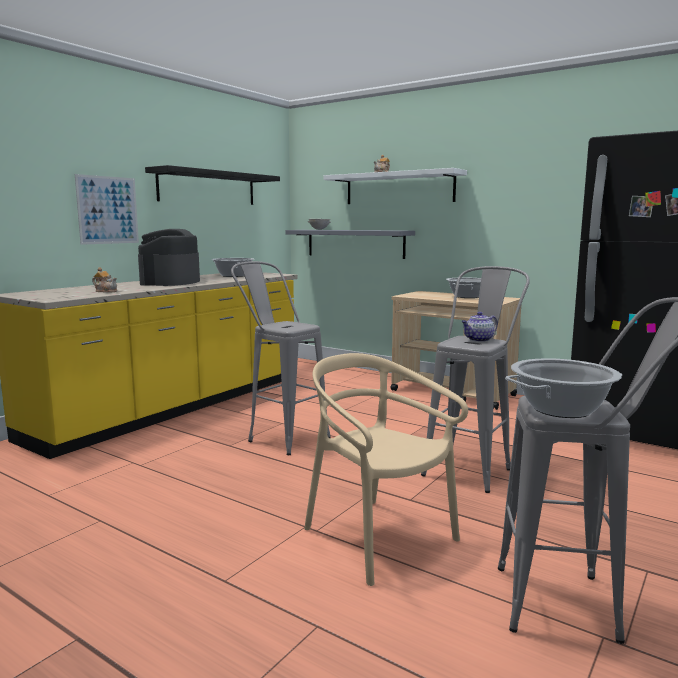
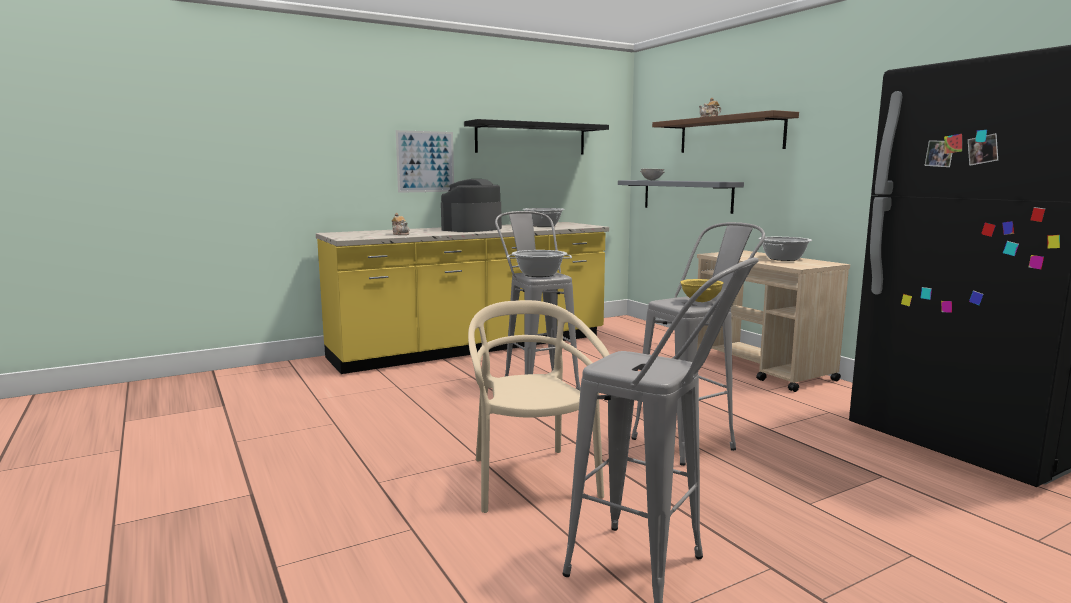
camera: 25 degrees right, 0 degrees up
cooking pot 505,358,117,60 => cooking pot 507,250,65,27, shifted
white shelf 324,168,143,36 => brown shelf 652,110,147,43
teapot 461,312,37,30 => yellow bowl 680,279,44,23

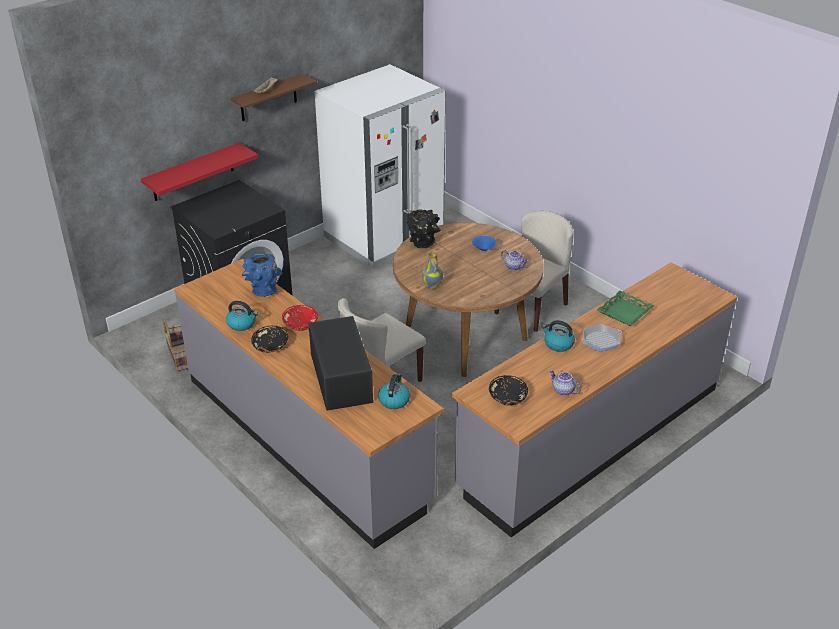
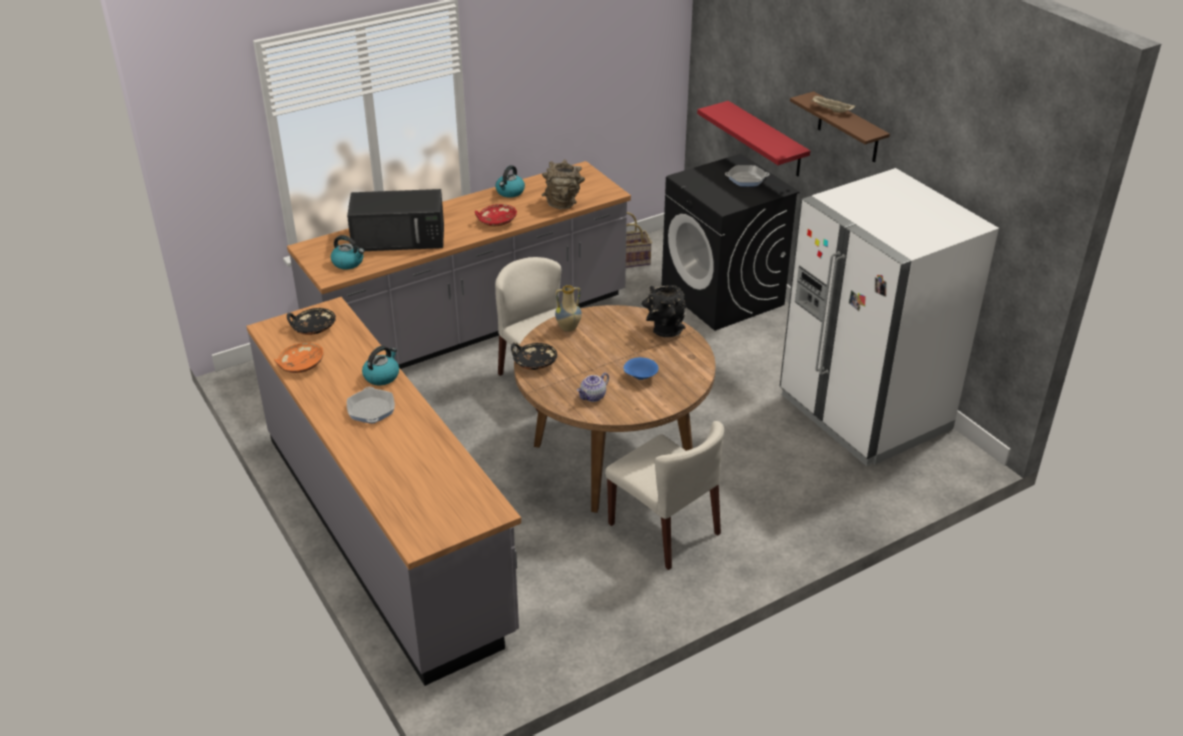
camera: 100 degrees right, 0 degrees up
teapot 549,370,32,26 => orange bowl 274,342,49,31
black bowl 251,325,37,28 => black bowl 511,342,46,28, shifted
blue vase 242,252,40,45 => brown vase 542,159,43,50
nothing => frying pan 725,165,44,22
green tray 597,290,58,36 => nothing

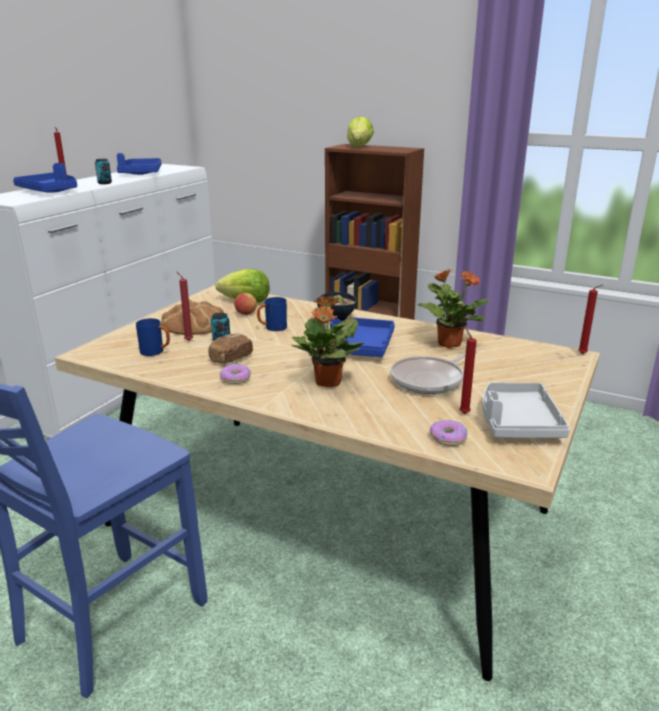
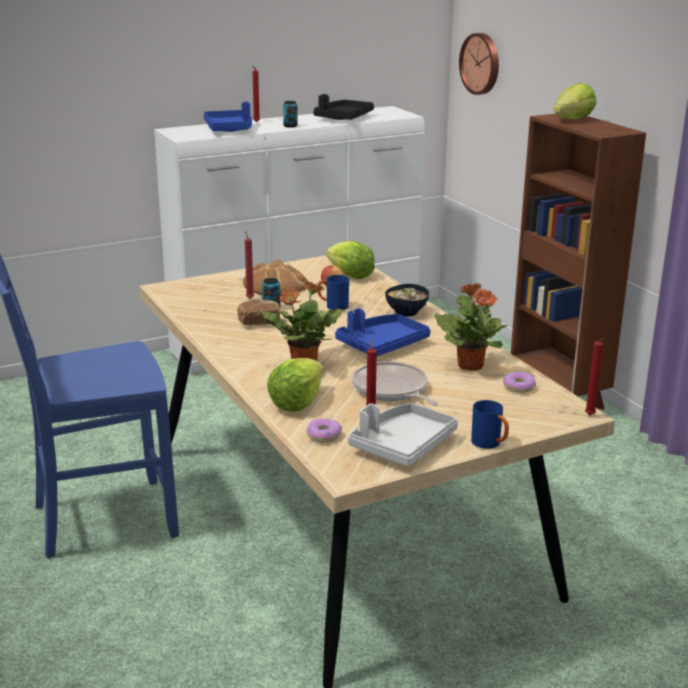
camera: 35 degrees right, 0 degrees up
nothing => lettuce 267,358,57,54
blue tray 117,153,44,22 => black tray 313,94,61,26
frying pan 390,351,87,43 => frying pan 352,361,87,45, 60 degrees clockwise
nothing => wall clock 459,33,40,62
blue mug 136,318,34,38 => blue mug 471,400,38,49, shifted
donut 220,364,31,20 => donut 503,371,33,22, shifted

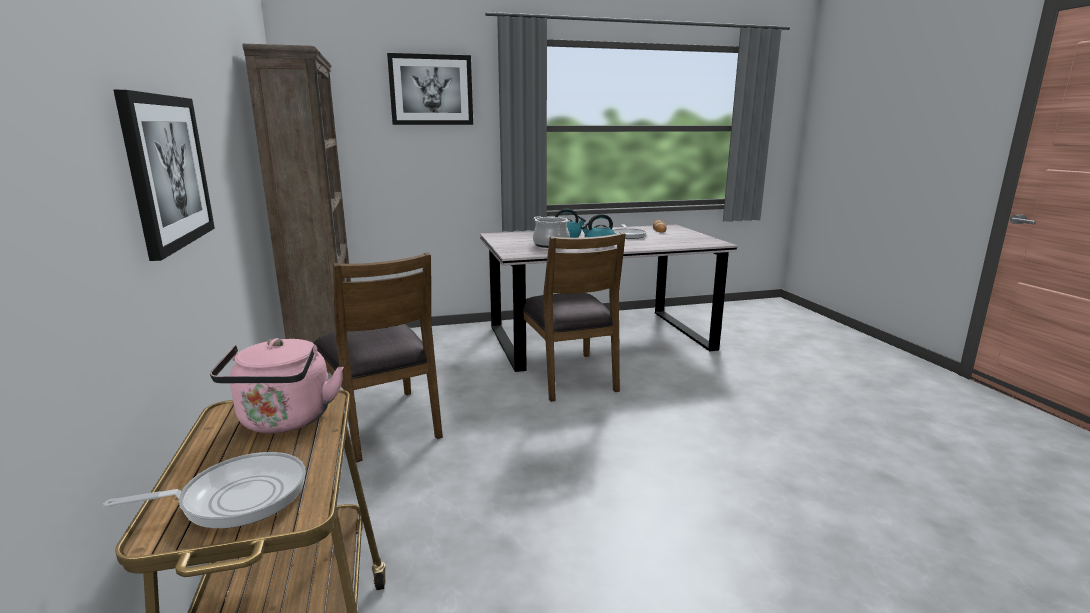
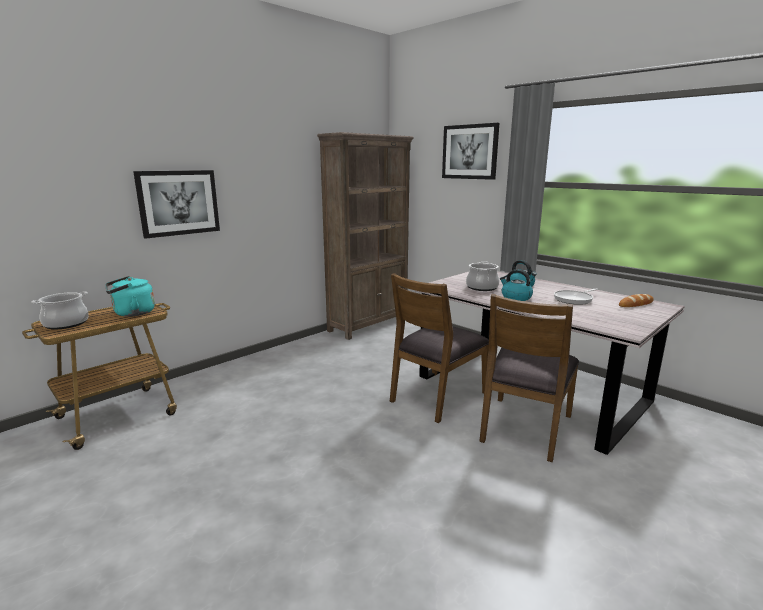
camera: 60 degrees right, 0 degrees up
frying pan 103,452,203,76 => cooking pot 32,291,57,38
pink kettle 210,338,134,95 => turquoise kettle 106,276,49,41
brown chair 314,253,129,210 => brown chair 479,294,100,168, shifted

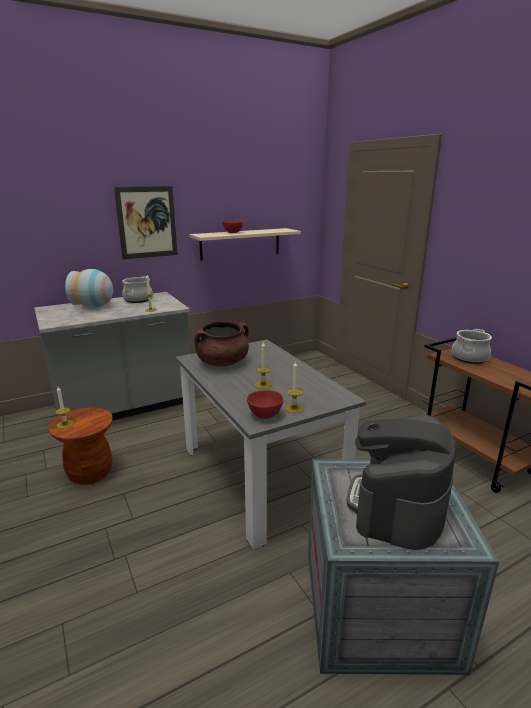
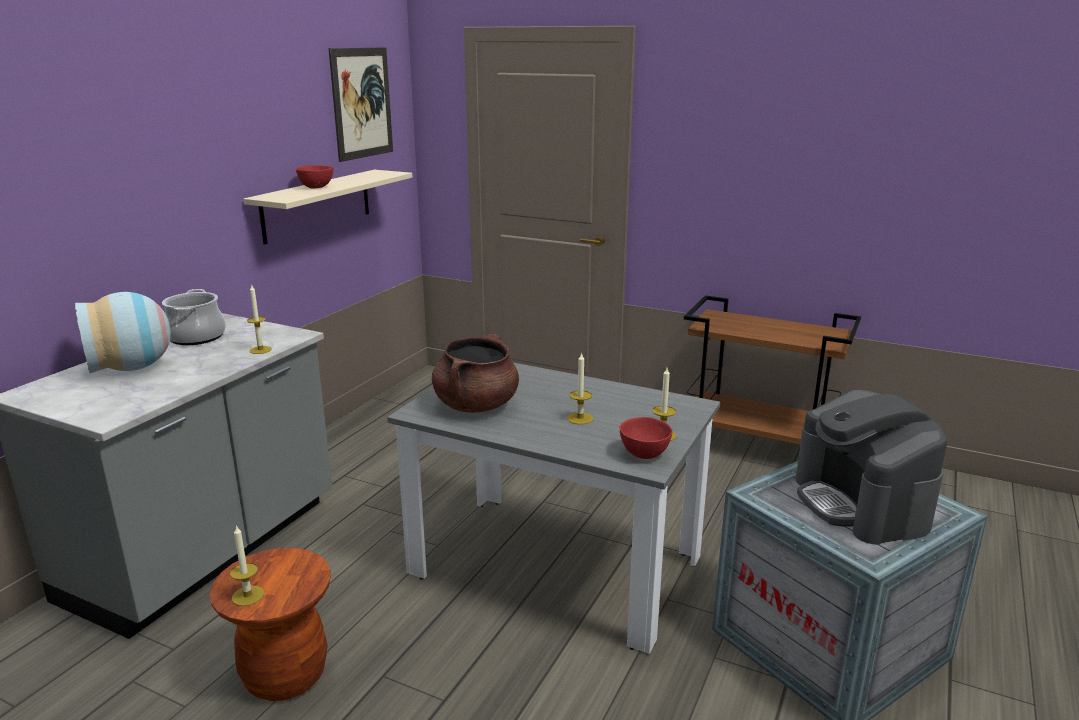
camera: 35 degrees left, 0 degrees up
picture 114,186,64,73 => picture 329,47,64,115, shifted
cooking pot 452,329,40,35 => nothing

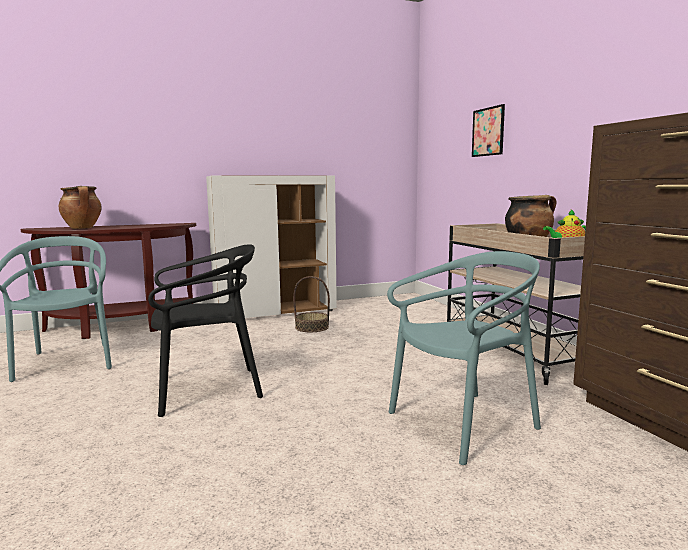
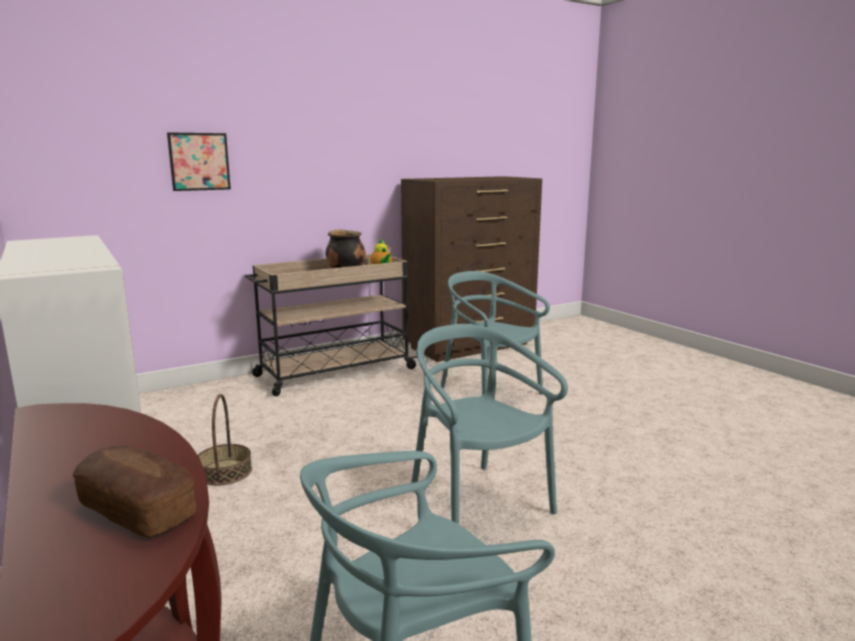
camera: 100 degrees left, 5 degrees up
cooking pot 59,186,43,43 => bread 73,445,123,93
black chair 148,244,115,173 => turquoise chair 411,324,157,200

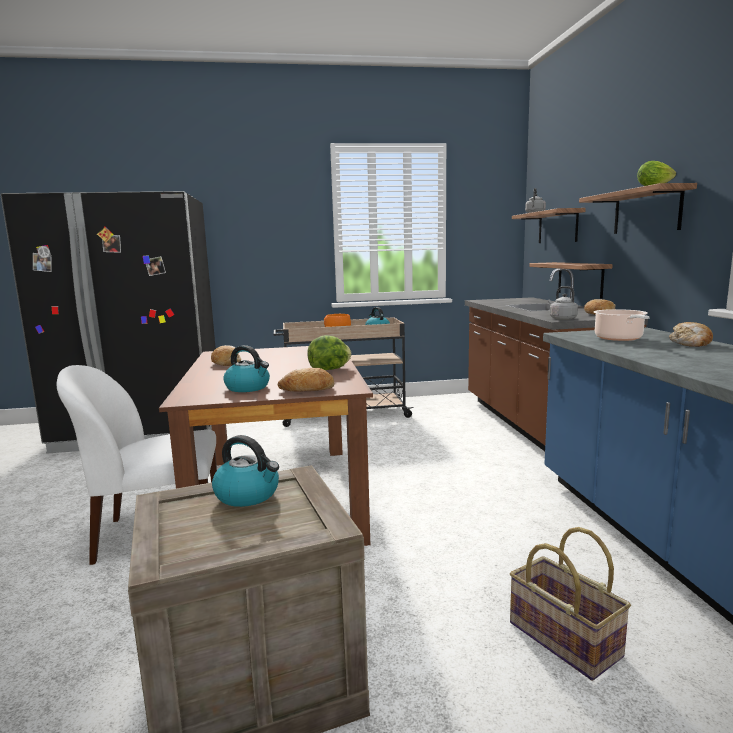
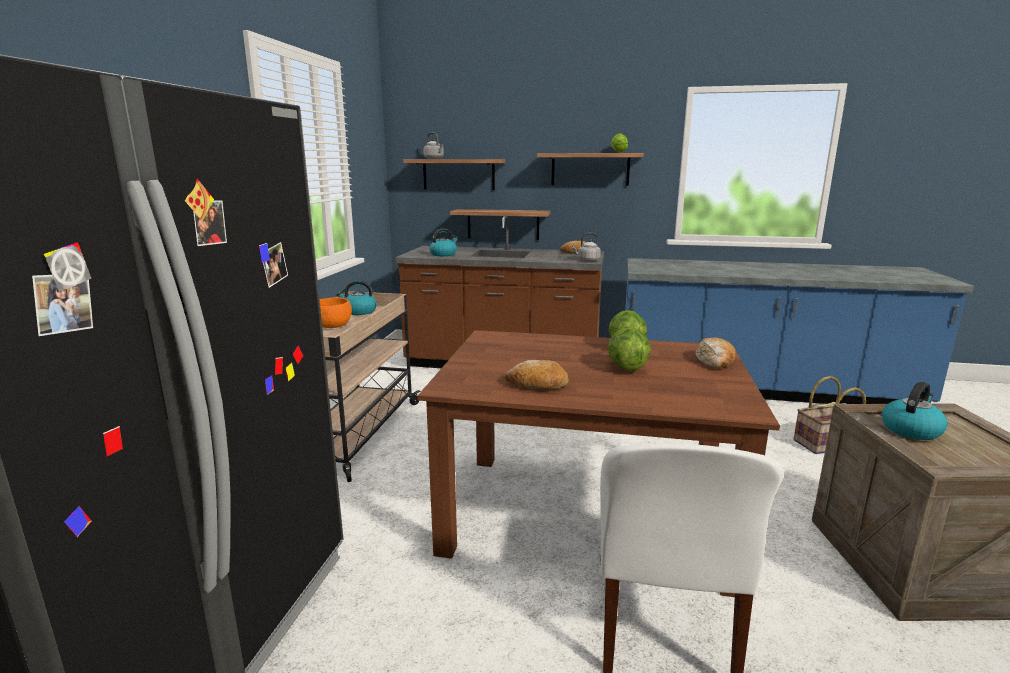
camera: 70 degrees left, 5 degrees up
kettle 223,345,47,47 => kettle 429,228,29,28, shifted
nothing => lettuce 608,327,43,45
cooking pot 594,309,56,32 => nothing
bread 669,322,44,25 => nothing

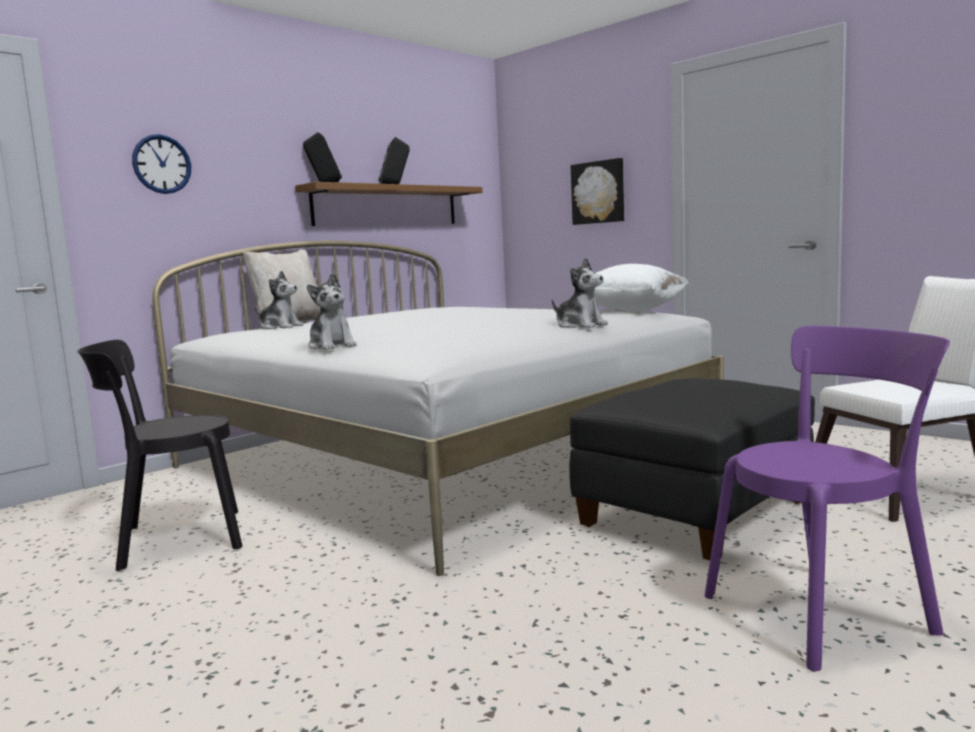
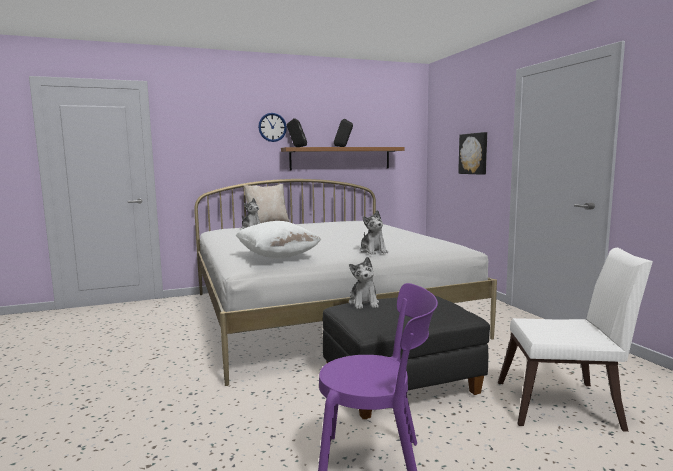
camera: 25 degrees right, 0 degrees up
white pillow 573,264,116,47 => white pillow 236,221,85,37, shifted
wall clock 132,134,59,60 => wall clock 258,113,29,29, shifted
plush toy 307,273,50,77 => plush toy 349,257,30,52, shifted
black chair 77,340,165,231 => nothing

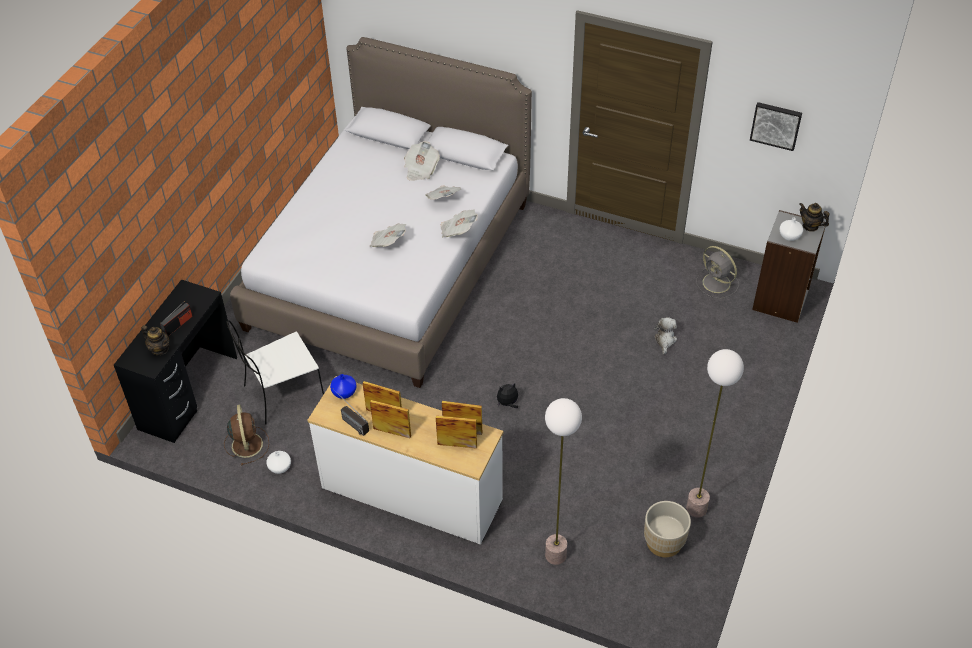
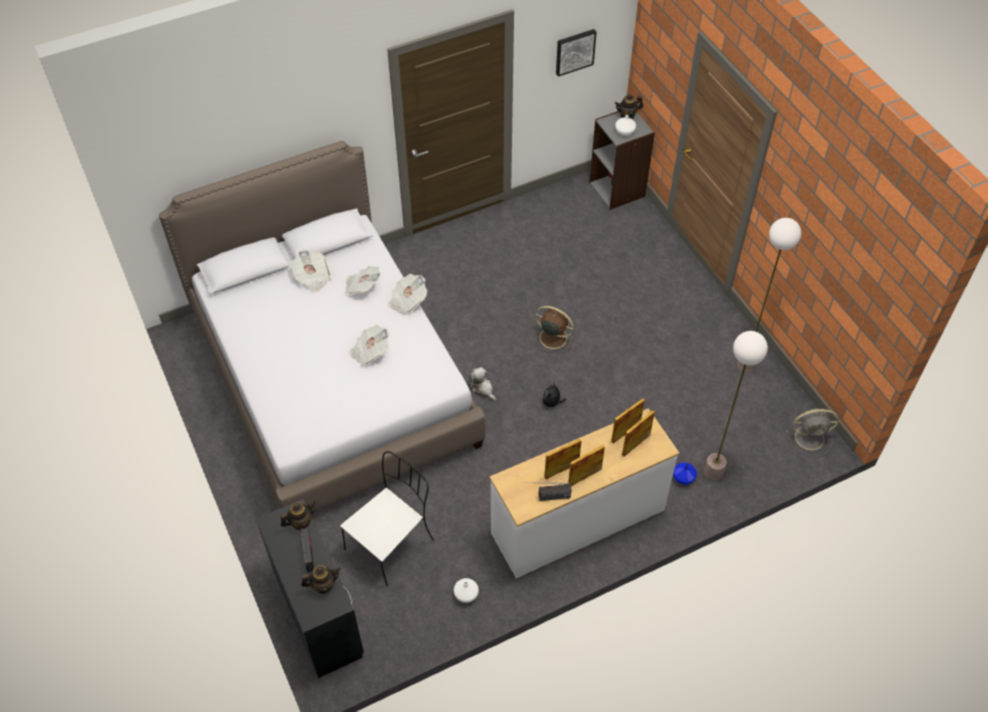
camera: 50 degrees left, 5 degrees up
nothing => teapot 281,501,35,29
white chair 226,320,98,104 => white chair 340,451,94,136, 150 degrees counterclockwise
plush toy 654,317,23,38 => plush toy 468,367,28,34, shifted
brown fan 224,405,45,61 => brown fan 532,306,42,46, shifted
blue vase 330,374,26,25 => blue vase 673,462,24,23, shifted
grey fan 696,246,43,53 => grey fan 786,408,53,48, shifted
beige planter 644,501,47,56 => nothing

